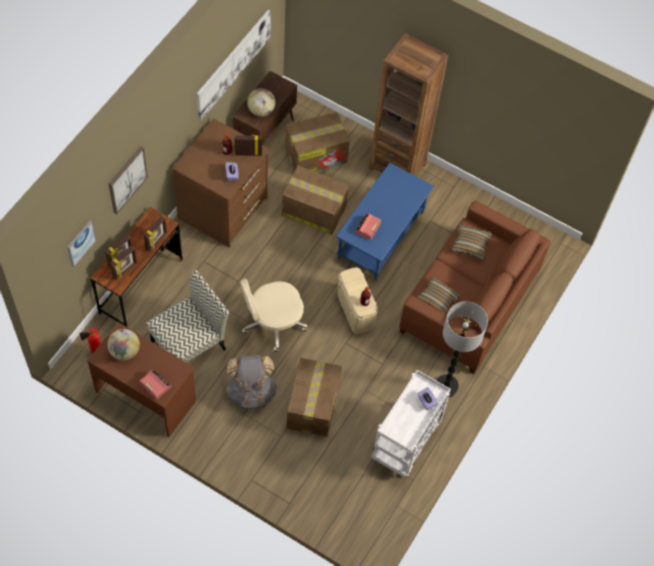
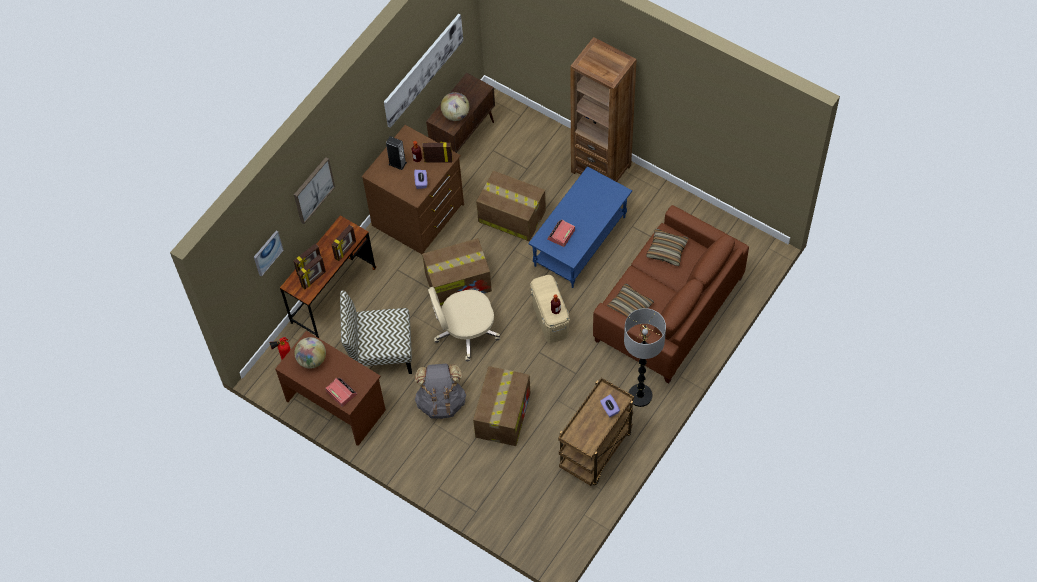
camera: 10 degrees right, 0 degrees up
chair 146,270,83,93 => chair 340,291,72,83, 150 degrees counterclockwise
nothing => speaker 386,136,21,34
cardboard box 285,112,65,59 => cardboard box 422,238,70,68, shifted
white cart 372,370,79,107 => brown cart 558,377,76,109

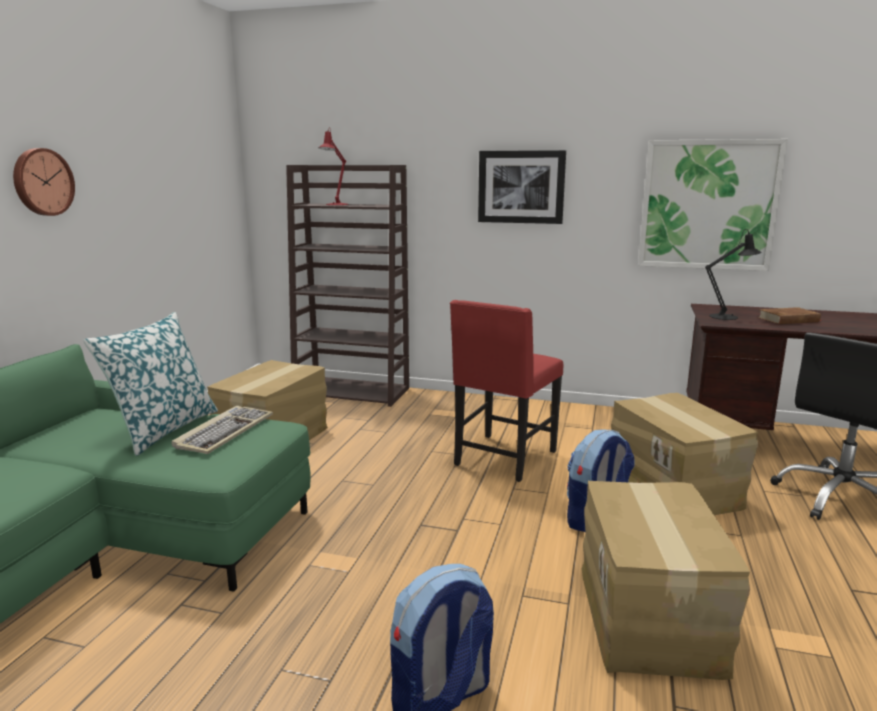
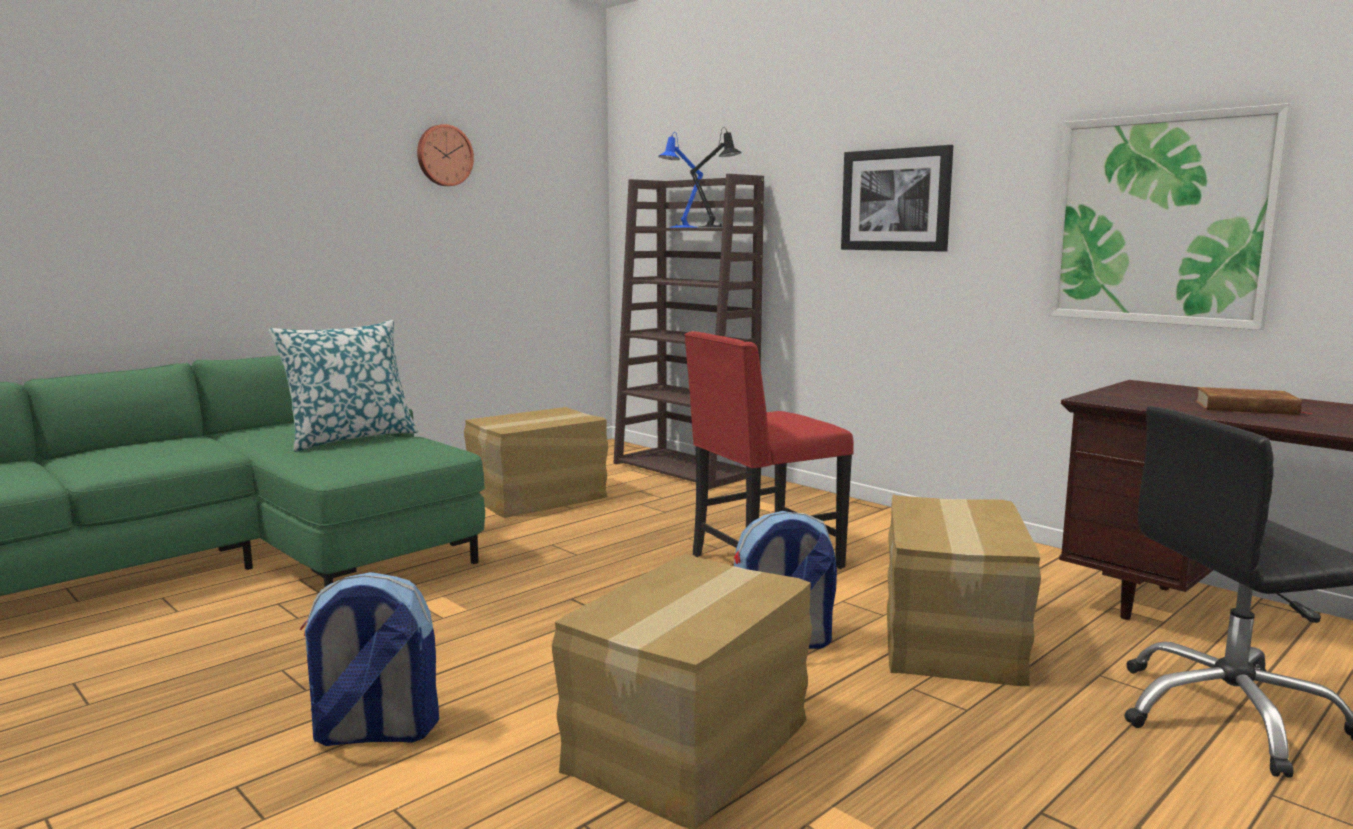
camera: 30 degrees right, 5 degrees down
wall clock 13,148,62,68 => wall clock 417,124,57,62, shifted
red table lamp 318,127,31,78 => blue table lamp 658,132,45,96
black table lamp 705,229,56,91 => black table lamp 690,127,52,101, shifted
keyboard 171,406,102,48 => nothing

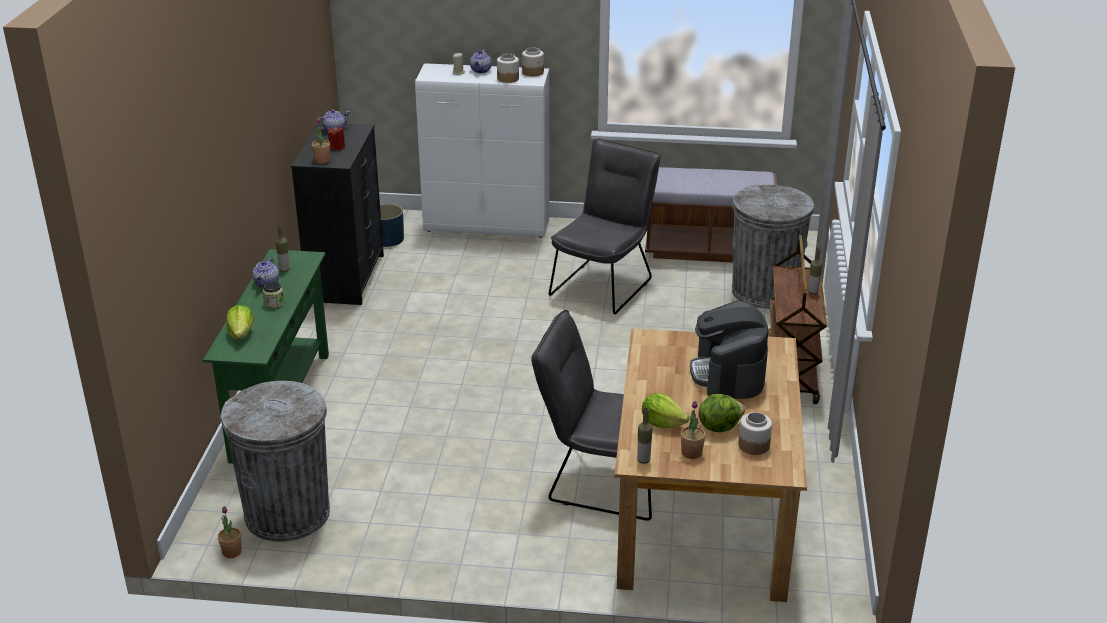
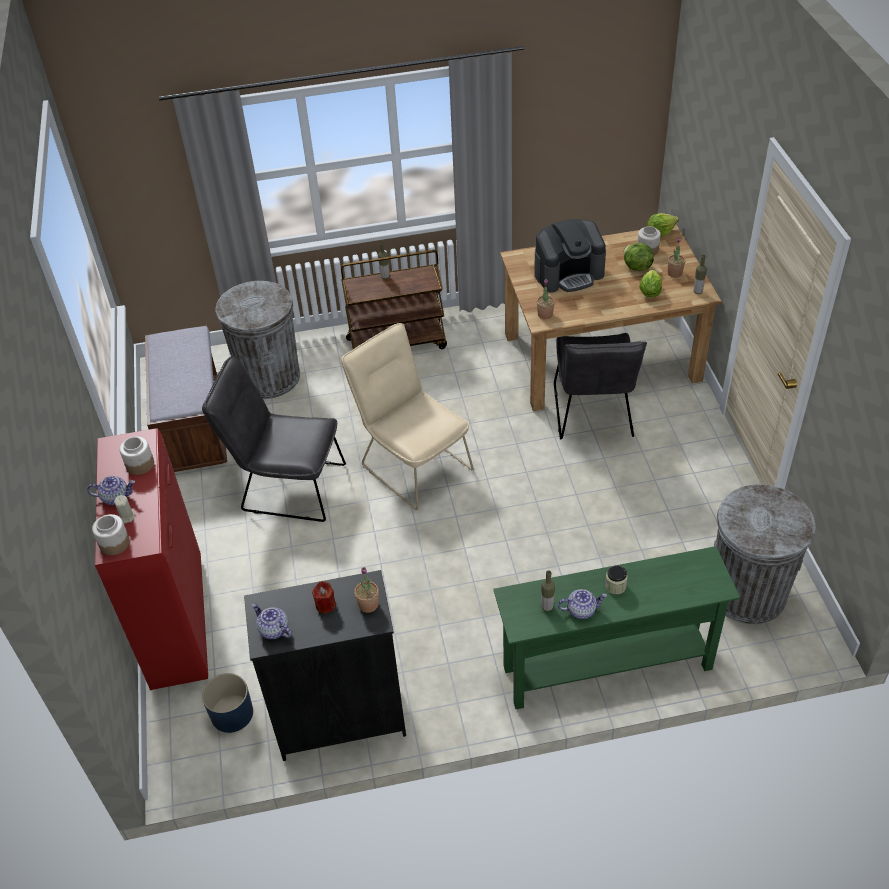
camera: 105 degrees left, 15 degrees up
jar 522,48,22,28 => jar 92,514,38,41, shifted
white cabinet 415,63,135,175 => red cabinet 95,428,113,262
nothing => beige chair 341,323,133,187
potted plant 218,506,24,52 => potted plant 537,279,18,40, shifted
lettuce 227,305,27,34 => lettuce 647,213,32,24, shifted

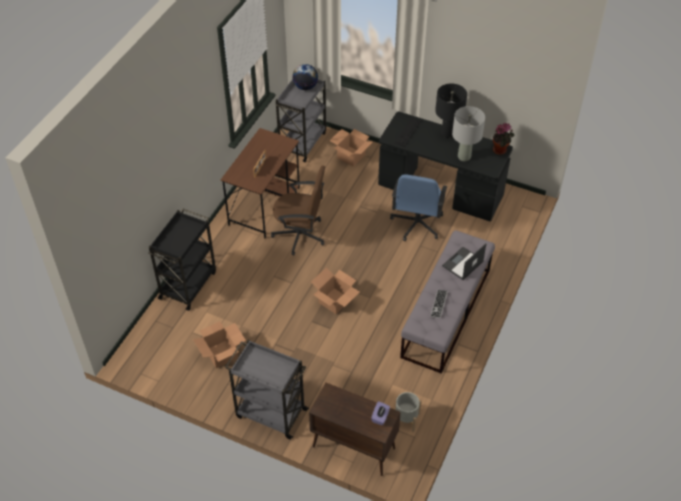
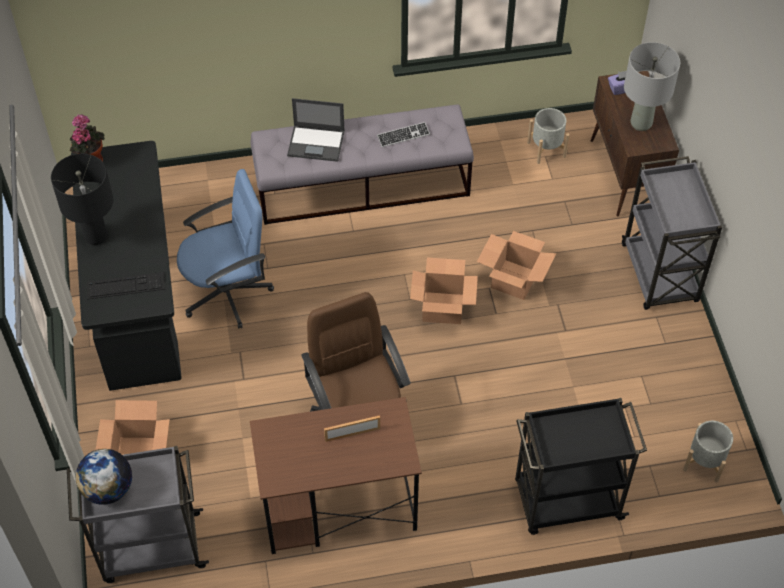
camera: 125 degrees left, 5 degrees up
cardboard box 193,322,53,46 => cardboard box 477,231,80,69, shifted
grey table lamp 452,106,33,56 => grey table lamp 624,42,56,89, shifted
nothing => grey planter 683,421,51,62

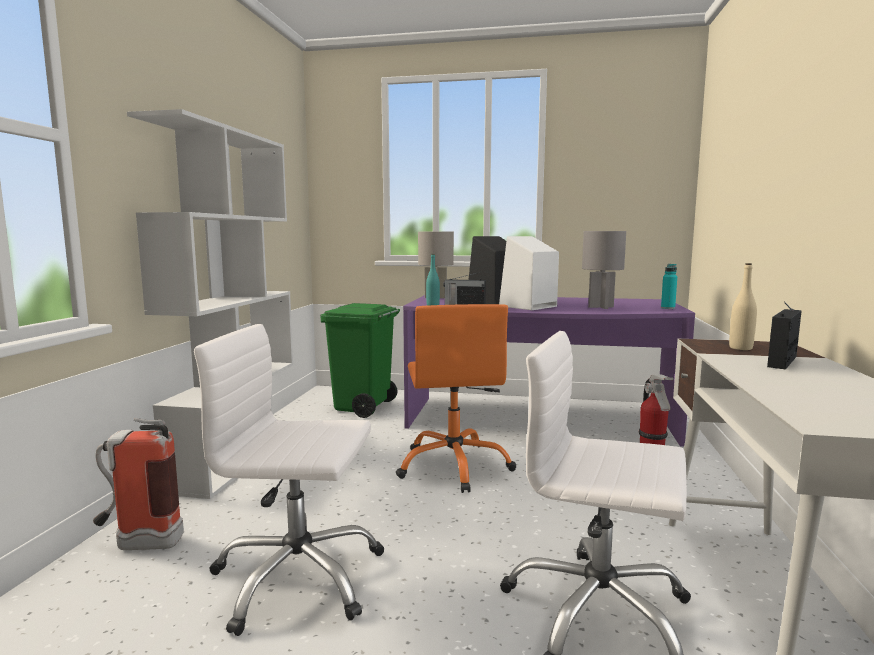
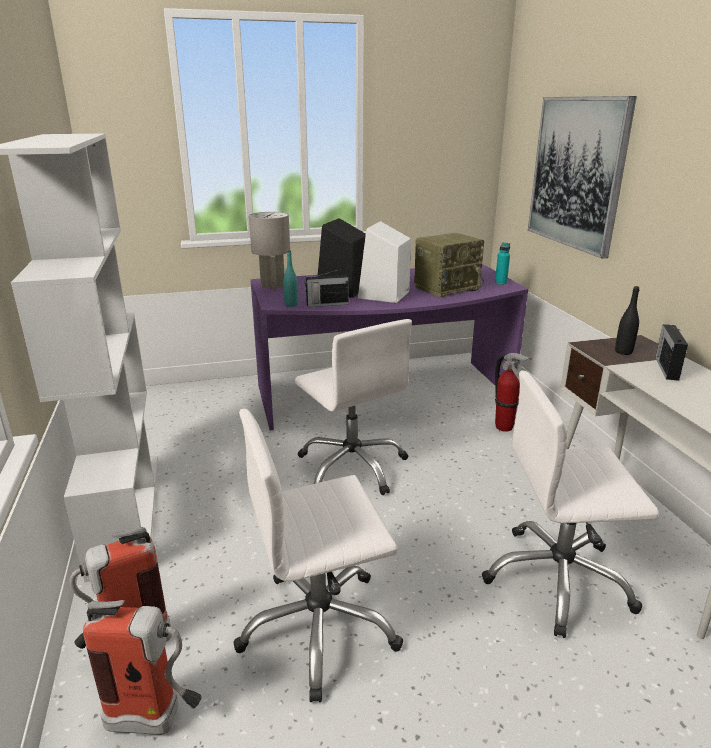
camera: 25 degrees left, 15 degrees up
nothing => fire extinguisher 83,600,119,135
orange office chair 396,304,120,189 => white office chair 295,319,117,176
grey table lamp 582,231,44,78 => radio 414,233,70,64
nothing => picture 528,96,109,163
beige bottle 729,263,28,87 => black bottle 615,286,24,69
green trash can 320,303,80,115 => nothing

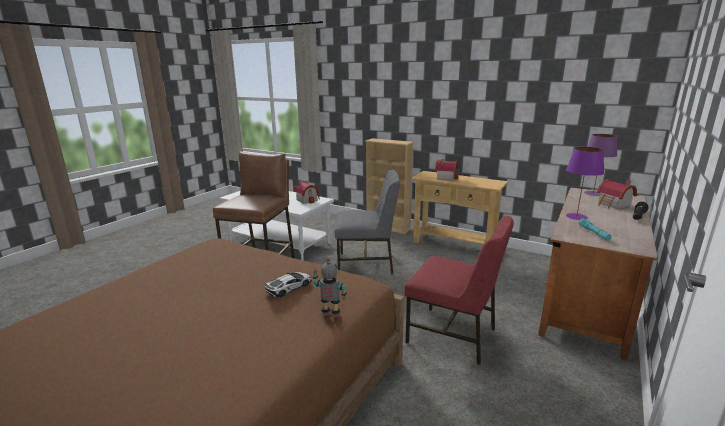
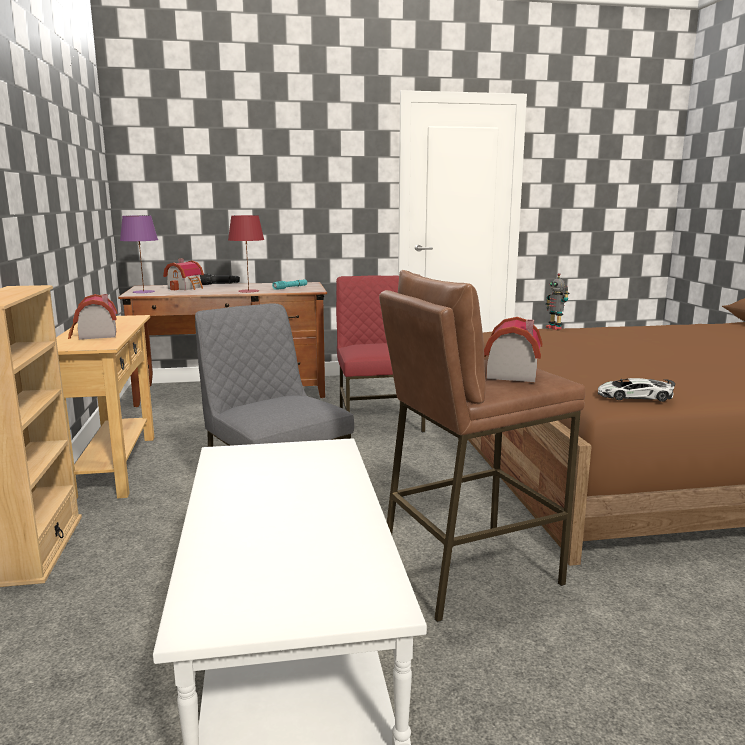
camera: 130 degrees left, 5 degrees down
purple table lamp 566,147,38,73 => red table lamp 228,215,36,78
toy house 294,181,26,23 => toy house 484,317,58,65, shifted
toy car 264,272,48,25 => toy car 598,378,77,24, shifted

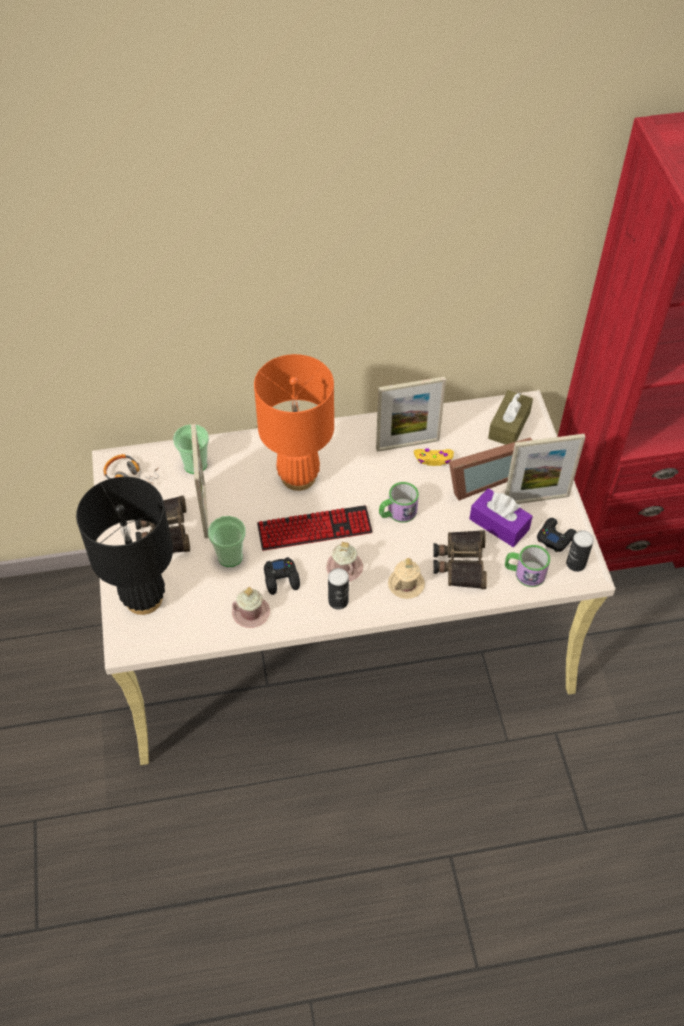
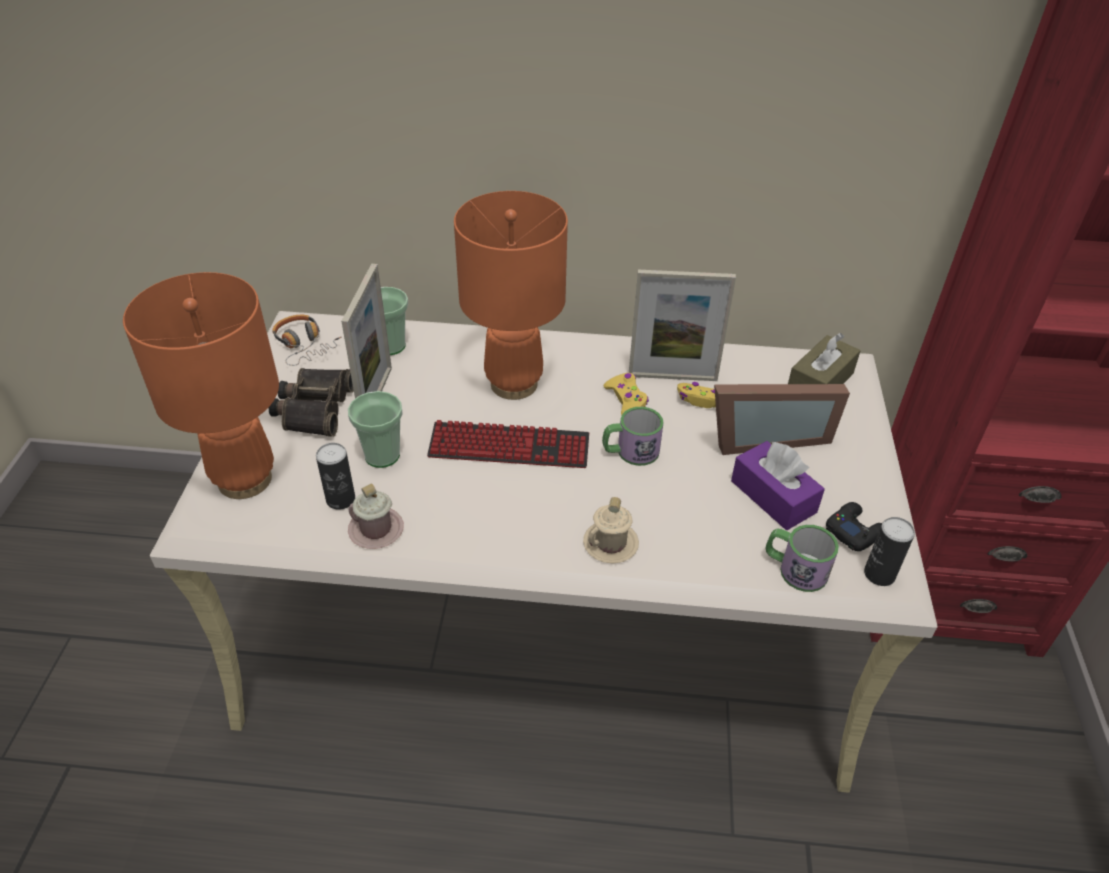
camera: 15 degrees right, 10 degrees down
black table lamp 76,477,97,138 => orange table lamp 123,272,156,227
can 328,568,21,42 => can 316,443,39,67, shifted
nothing => yellow game controller 604,373,45,43
black game controller 264,557,36,38 => nothing
pink mug 326,542,37,39 => nothing
binoculars 433,530,54,59 => nothing
picture frame 505,434,80,70 => nothing

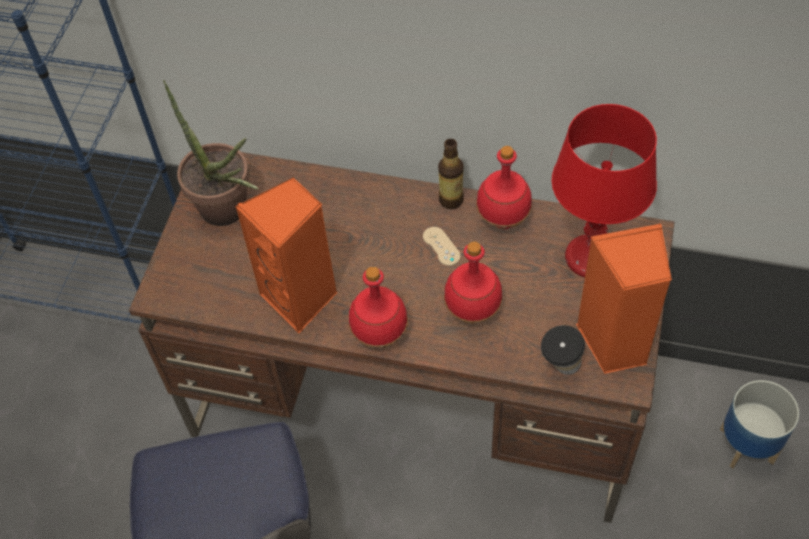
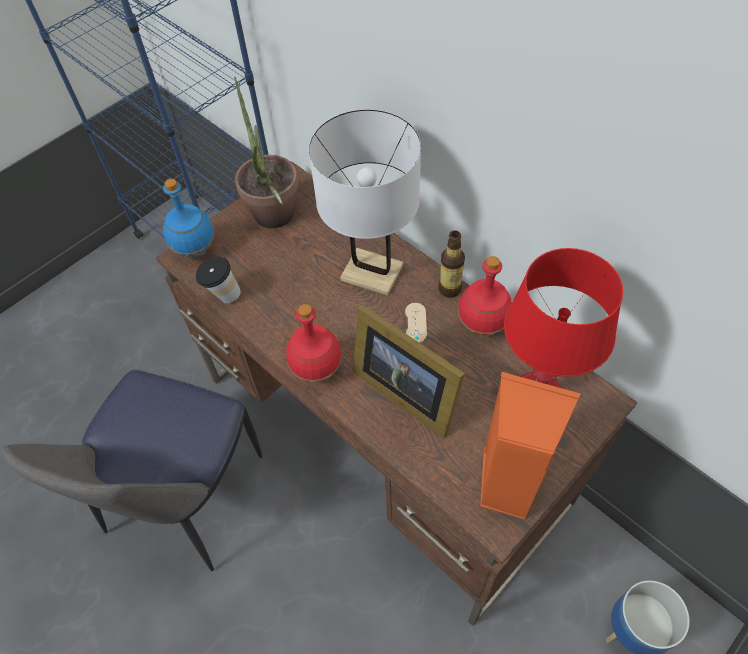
camera: 30 degrees right, 0 degrees up
nothing => blue bottle 163,179,52,79
cup 541,325,44,50 => cup 196,257,45,46, shifted
nothing => white table lamp 309,109,112,187
red bottle 444,242,59,82 => picture frame 353,304,112,134
orange speaker 235,177,102,156 => nothing

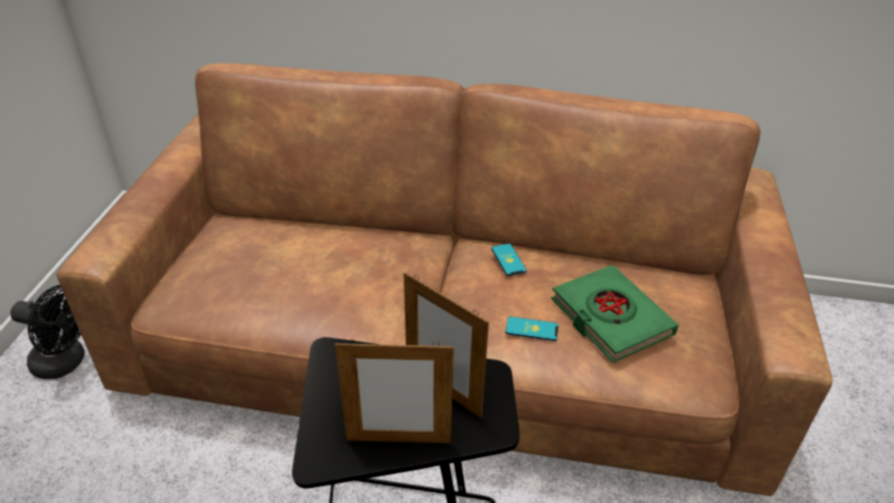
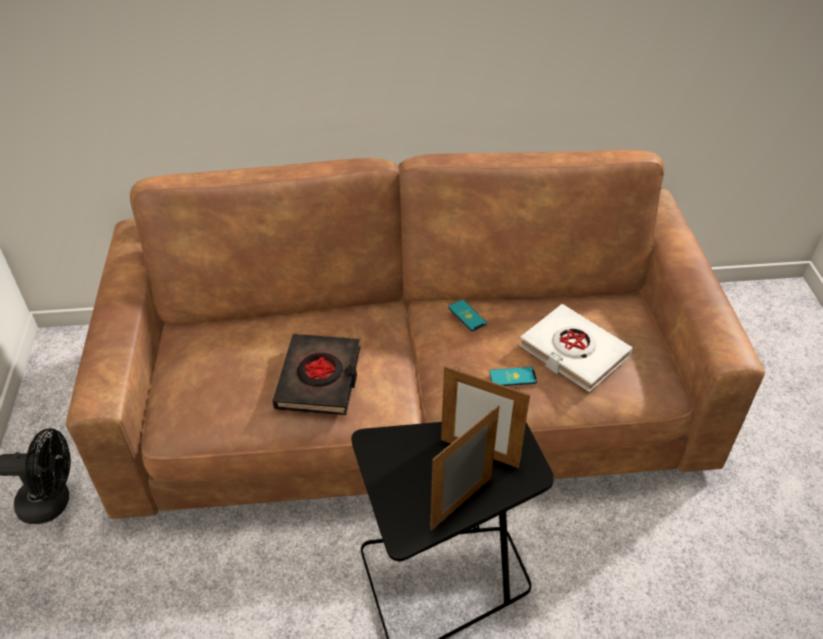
camera: 15 degrees left, 5 degrees up
nothing => black book 272,334,89,81
picture frame 335,340,119,103 => picture frame 430,405,70,126, 150 degrees clockwise
green book 551,265,127,98 => white book 519,304,114,88

